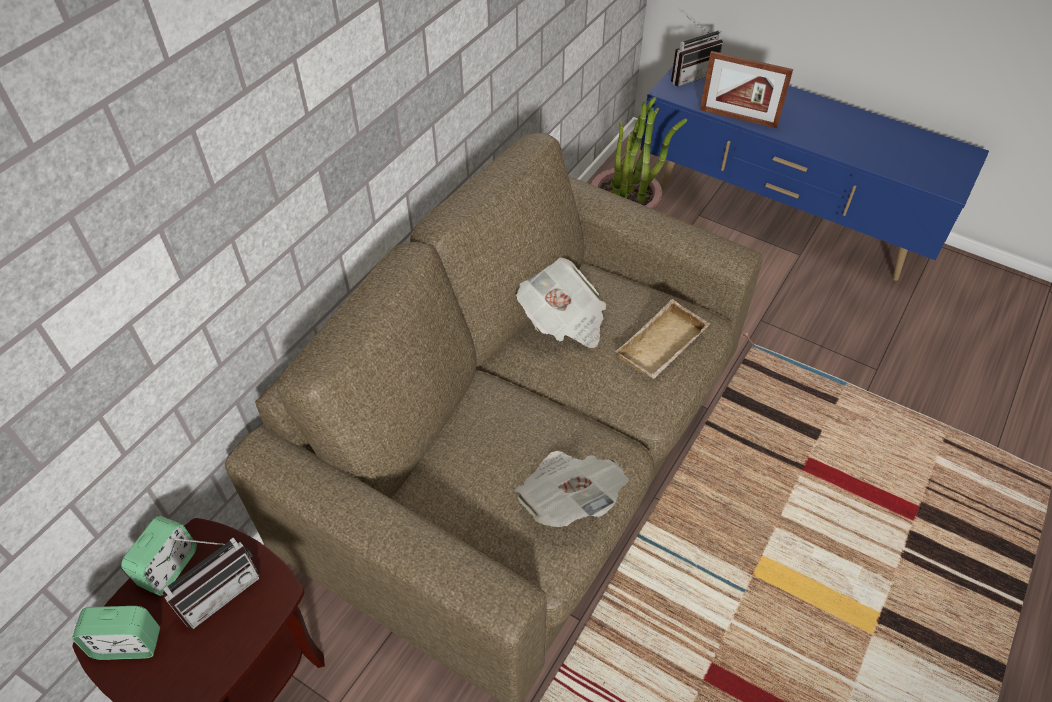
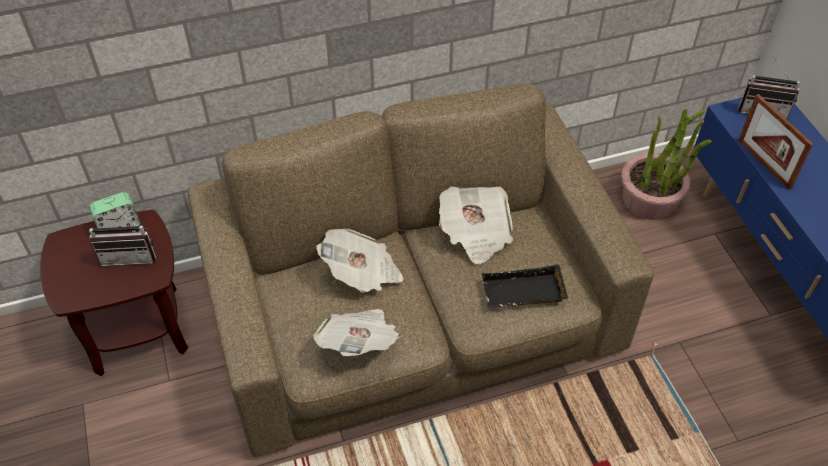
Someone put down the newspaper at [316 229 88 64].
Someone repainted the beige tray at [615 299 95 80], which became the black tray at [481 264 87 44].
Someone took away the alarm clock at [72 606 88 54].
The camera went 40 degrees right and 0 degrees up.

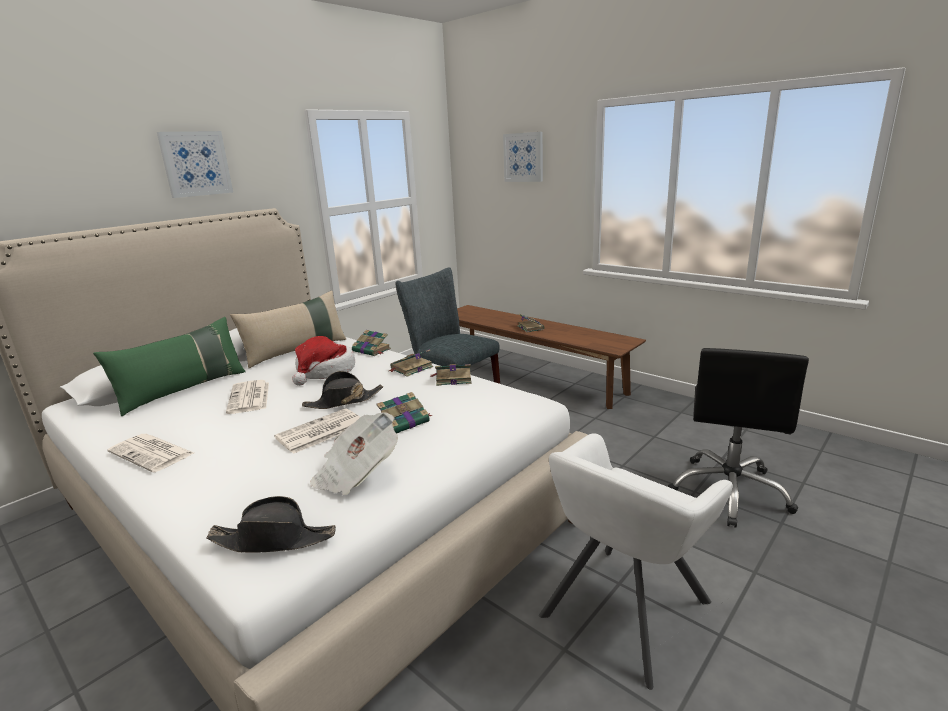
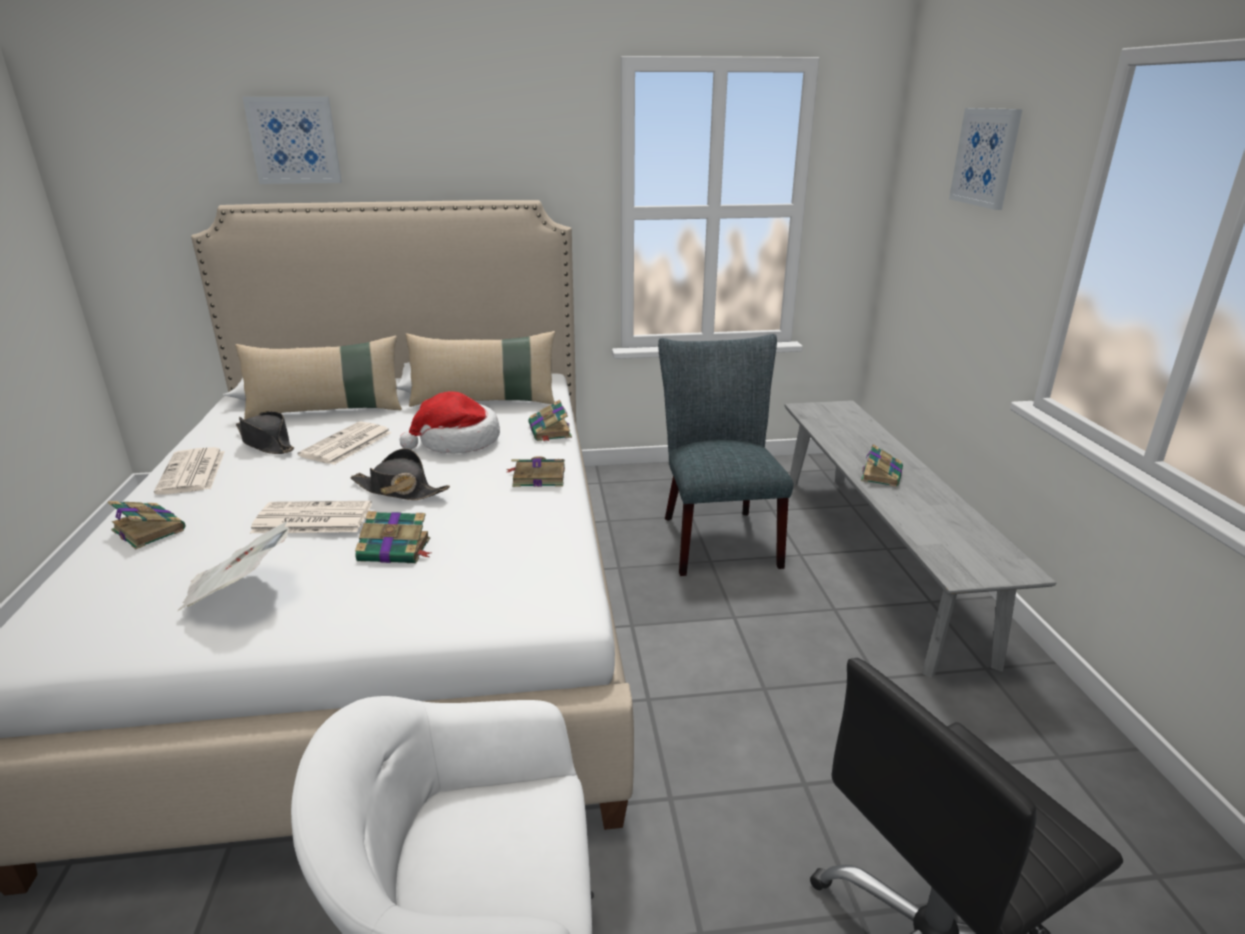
Someone carried the book from [430 364 42 22] to [108 501 77 48].
Someone repainted the green pillow at [93 317 153 99], which became the beige pillow at [235 335 167 85].
Someone carried the black hat from [207 496 129 57] to [236 411 58 43].
Someone carried the picture from [157 131 76 67] to [243 97 99 87].
Someone repainted the brown bench at [457 305 189 104], which became the grey bench at [784 400 273 278].
The camera went 40 degrees right and 5 degrees up.

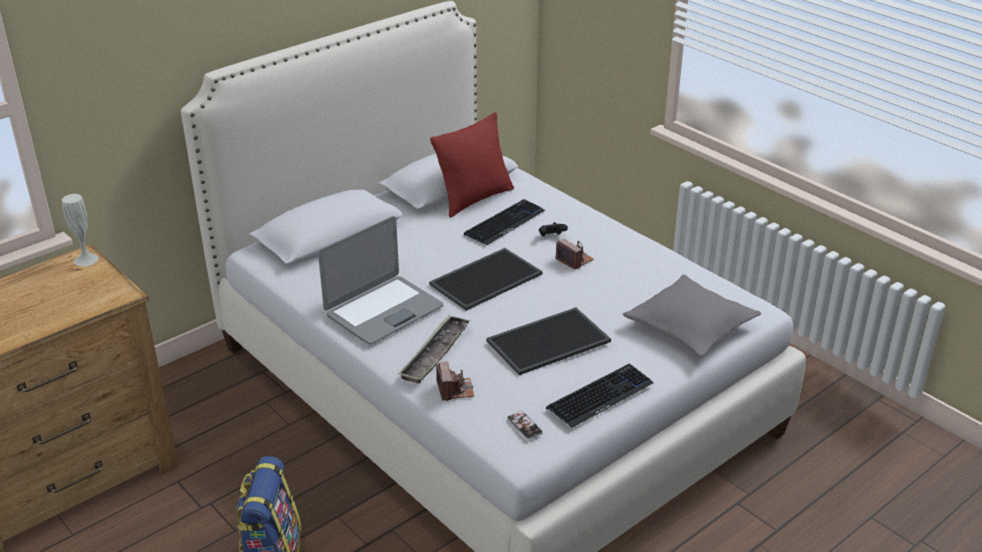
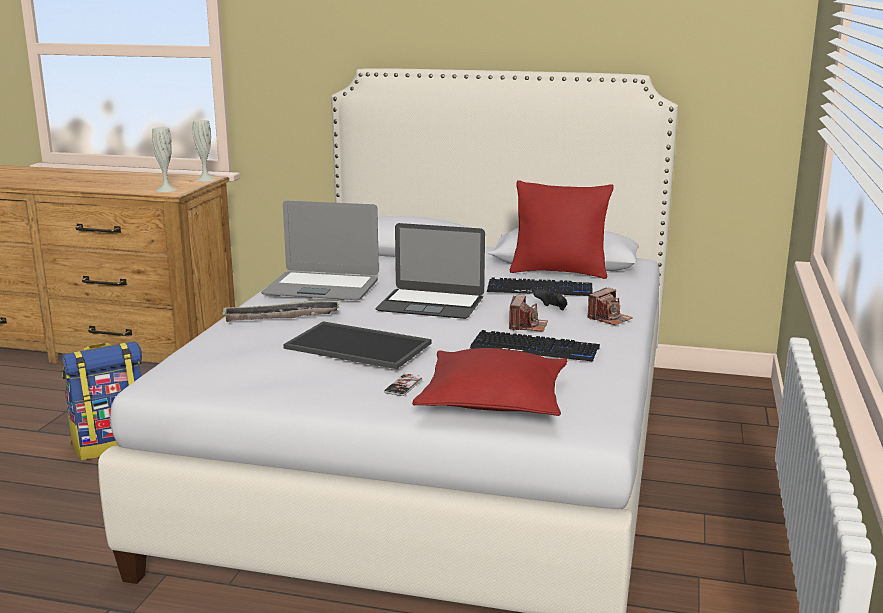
Someone put down the white vase at [152 127 25 65].
Someone swapped the tray at [429 248 114 63] for the laptop at [376 223 109 96].
Someone carried the phone from [507 410 36 29] to [384 373 38 23].
Someone repainted the grey pillow at [623 274 138 84], which became the red pillow at [412 348 155 68].
Someone carried the keyboard from [546 364 107 64] to [470 330 130 31].
Someone carried the photo camera from [436 362 38 39] to [588 287 45 38].
The camera went 55 degrees right and 15 degrees down.

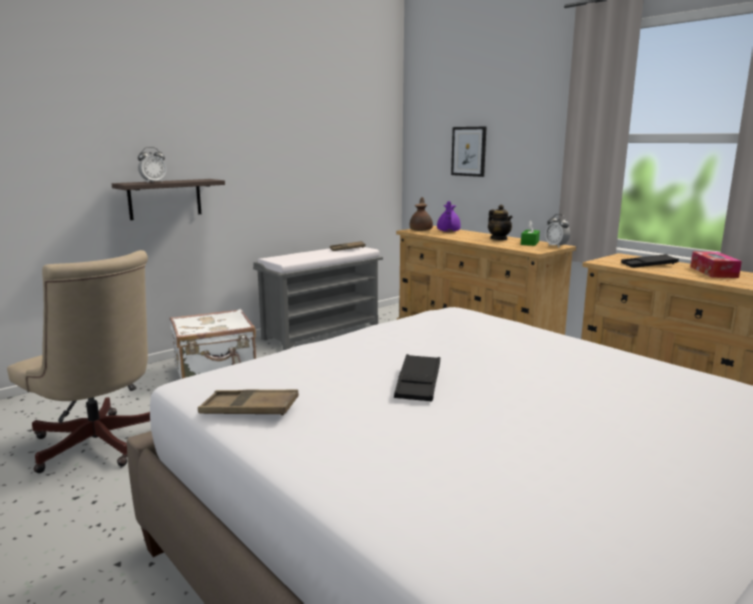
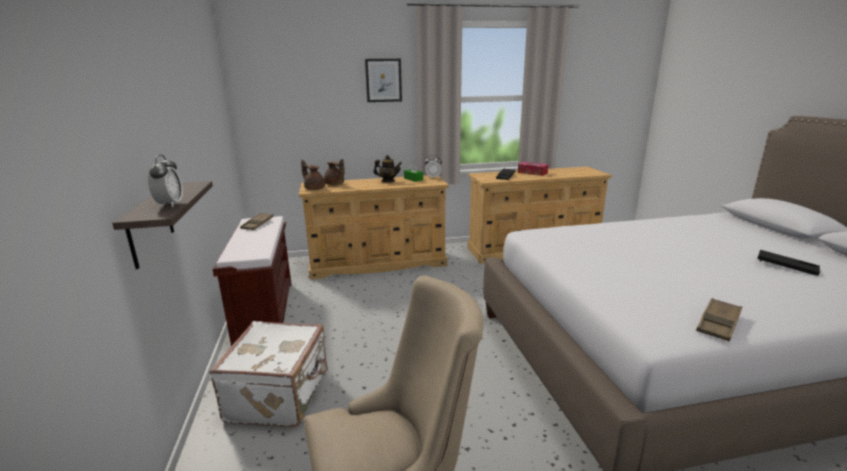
Someone repainted the grey bench at [253 247 130 103], which became the brown bench at [213 216 79 130].
Someone repainted the purple teapot at [437 201 24 31], which became the brown teapot at [324 159 20 26].
Someone carried the picture from [451 127 36 50] to [365 59 37 43].
Someone carried the black tray from [394 354 46 48] to [757 250 63 26].
The camera went 60 degrees left and 5 degrees up.

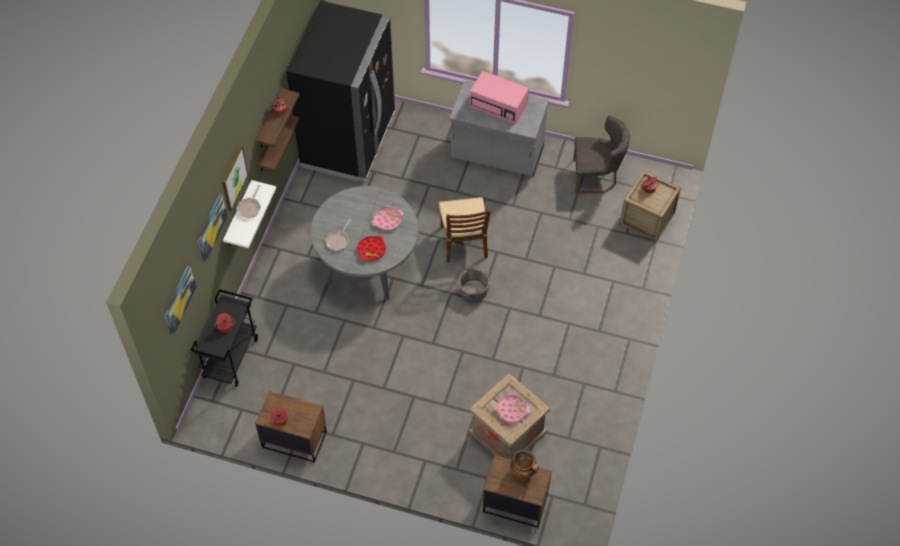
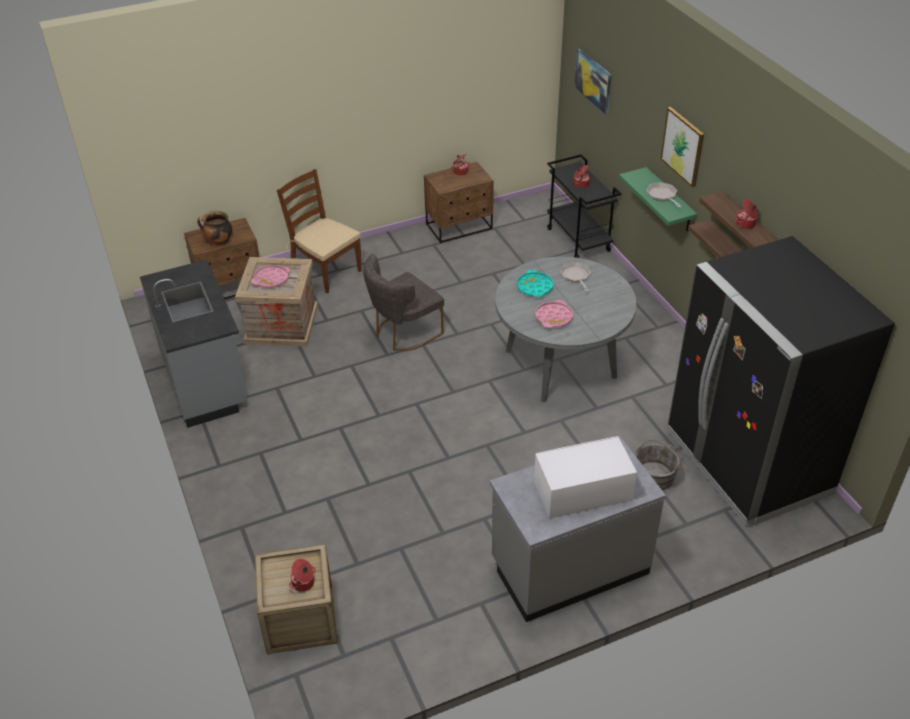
Someone put down the grey counter at [140 260 108 168].
Someone carried the brown chair from [439 197 53 66] to [277 169 85 124].
Someone carried the grey chair from [573 116 57 77] to [363 254 81 97].
Someone repainted the red tray at [357 235 29 26], which became the turquoise tray at [517 270 37 27].
Someone repainted the pink microwave at [470 71 59 53], which became the white microwave at [534 436 103 82].
Someone repainted the white shelf at [223 180 53 68], which became the green shelf at [619 167 78 64].
Someone carried the grey bucket from [455 267 35 35] to [635 440 49 50].
Someone took away the picture at [197 194 31 68].
The camera went 140 degrees right and 15 degrees down.

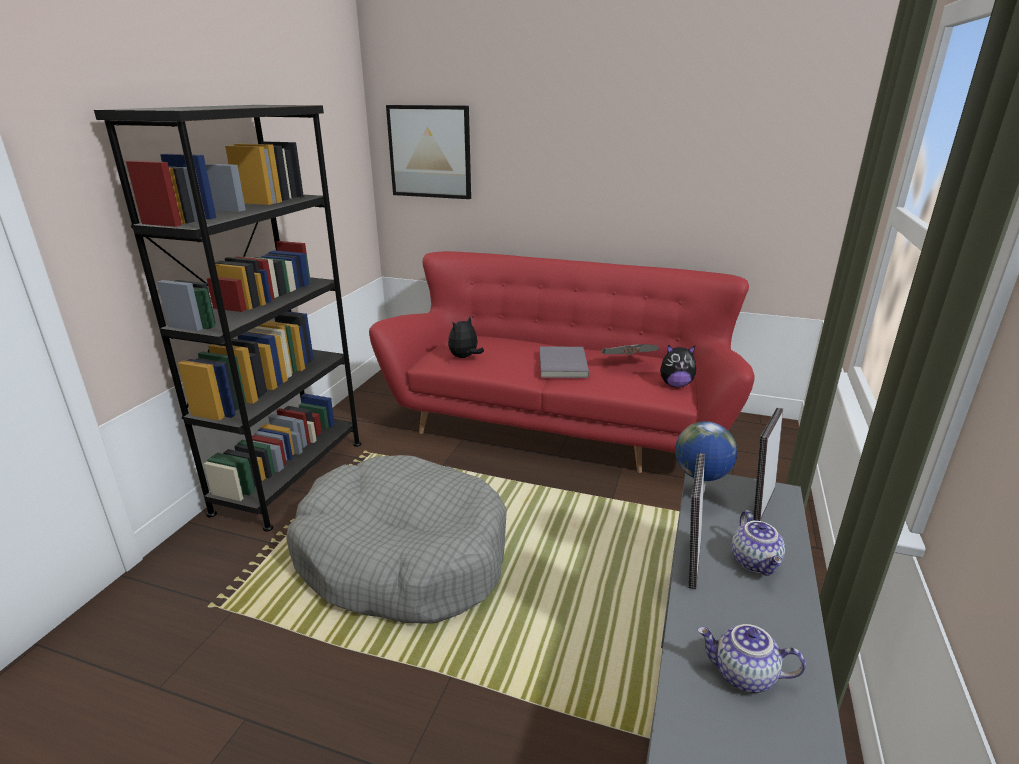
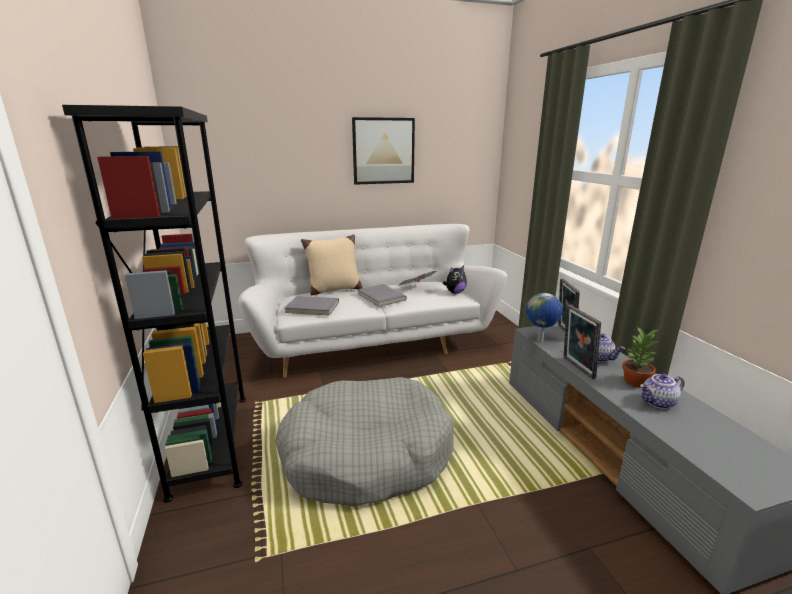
Someone repainted the red sofa at [369 251 386 222], which became the white sofa at [238 224 269 153].
Someone swapped the plush toy at [448 317 36 41] for the grey book at [285 296 54 20].
Someone put down the beige pillow at [301 234 61 61].
Someone carried the picture from [386 105 85 94] to [352 117 63 68].
Someone put down the potted plant at [622 328 36 59].
The camera went 35 degrees left and 5 degrees down.

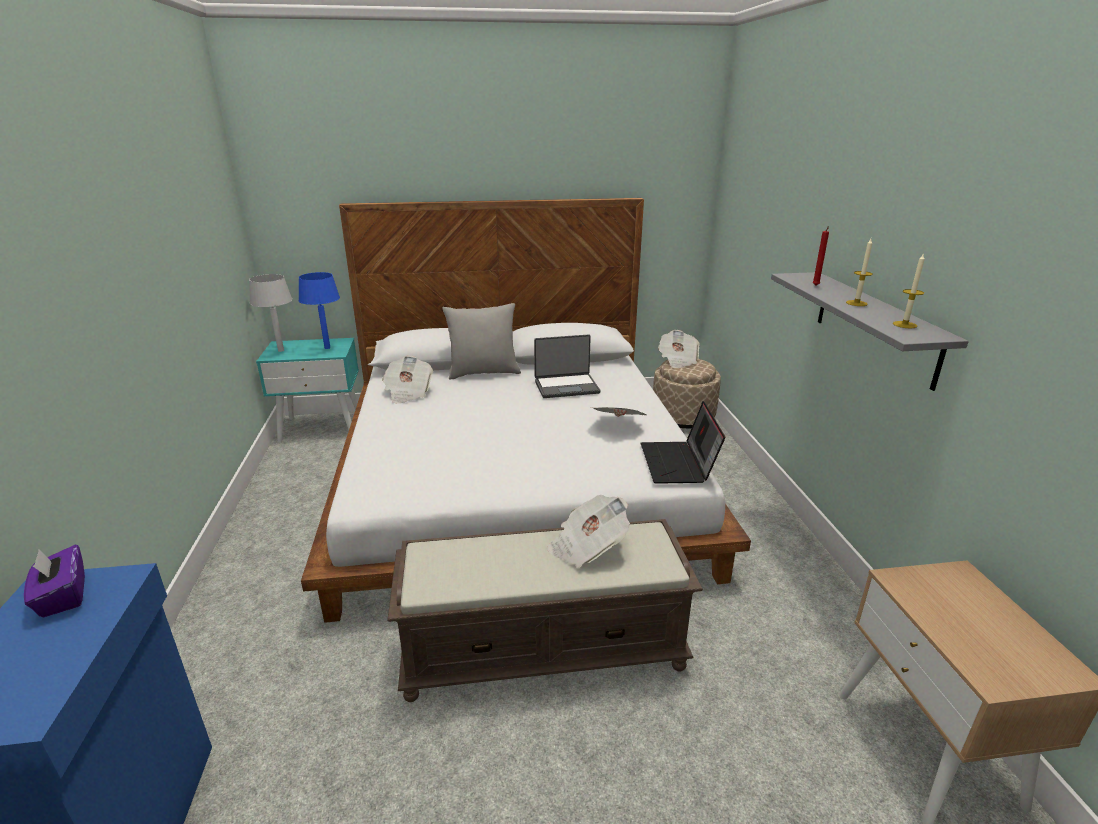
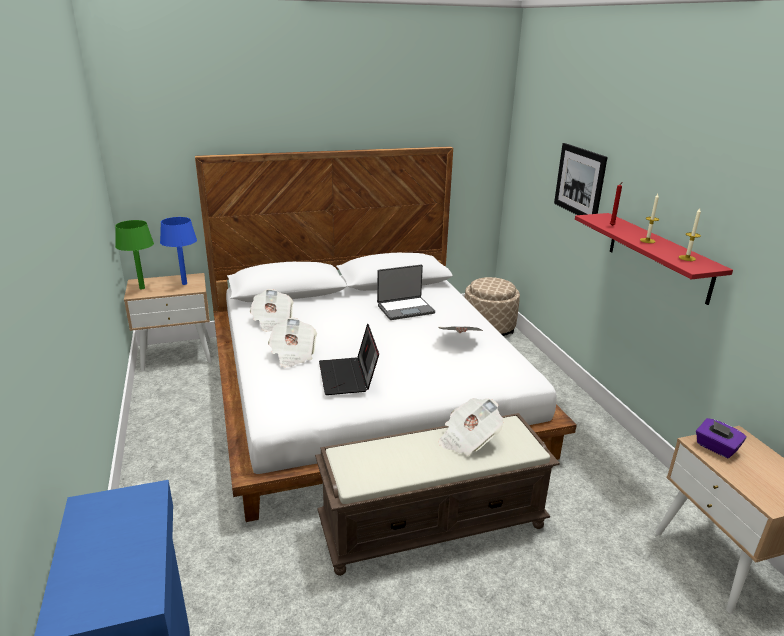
Someone repainted the grey table lamp at [249 274 44 78], which became the green table lamp at [115 220 39 69].
Someone repainted the turquoise nightstand at [256 338 103 105], which became the beige nightstand at [124 273 88 99].
Someone carried the newspaper from [658 330 42 38] to [268 318 49 50].
Someone carried the laptop from [640 401 85 83] to [319 324 60 71].
Someone put up the picture at [554 143 54 72].
Someone repainted the grey shelf at [771 272 198 119], which became the red shelf at [575 213 158 92].
Someone carried the purple tissue box from [24 545 61 72] to [696 418 51 40].
Someone took away the grey pillow at [443 303 78 77].
The camera went 10 degrees left and 0 degrees up.

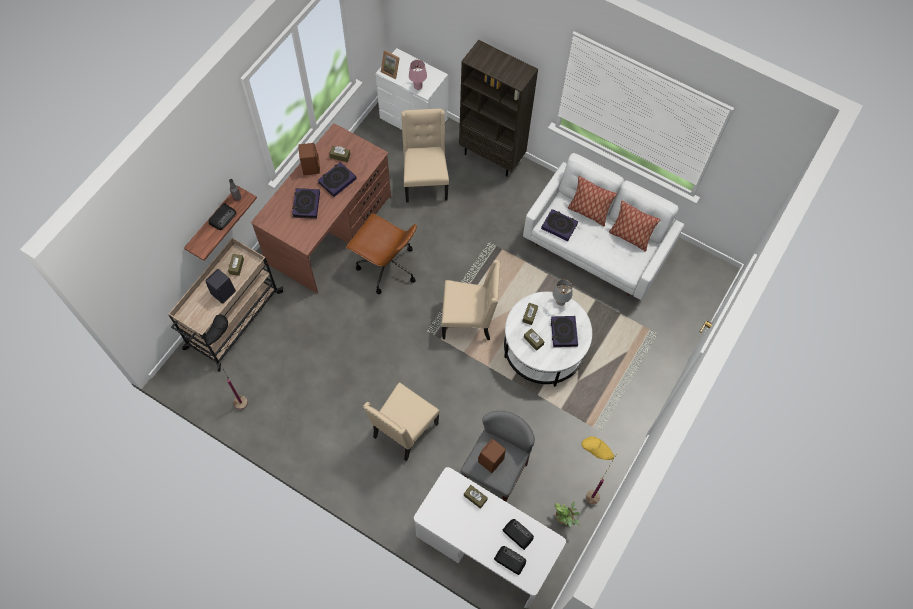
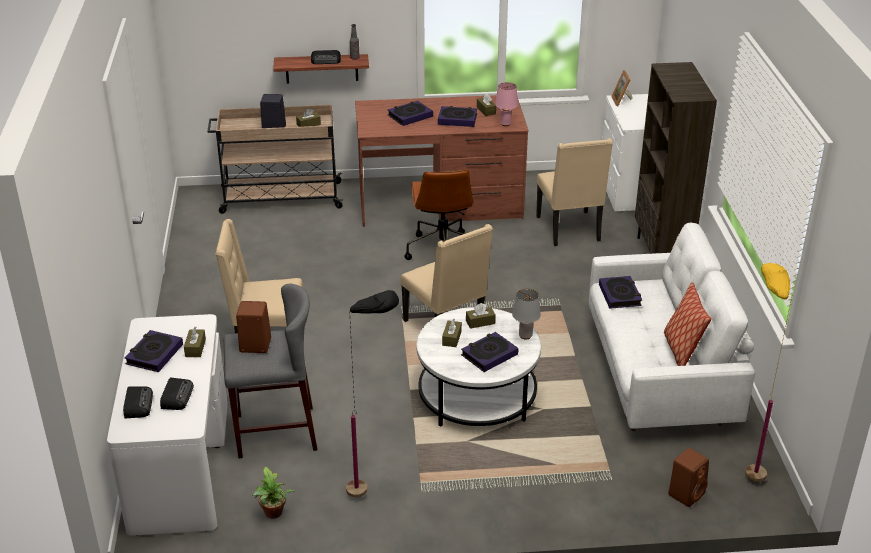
Someone put down the book at [124 330 59 42].
Someone carried the black floor lamp from [205 314 43 96] to [346 290 53 208].
Someone carried the pink table lamp from [409 60 18 30] to [495 82 23 44].
Someone rotated the beige chair at [401 109 48 94] by 120 degrees clockwise.
Someone carried the brown speaker from [298 143 22 32] to [668 448 41 59].
Someone carried the yellow floor lamp from [581 436 34 69] to [745 263 48 219].
Someone took away the pillow at [568 176 49 50].
The camera went 55 degrees right and 30 degrees down.

